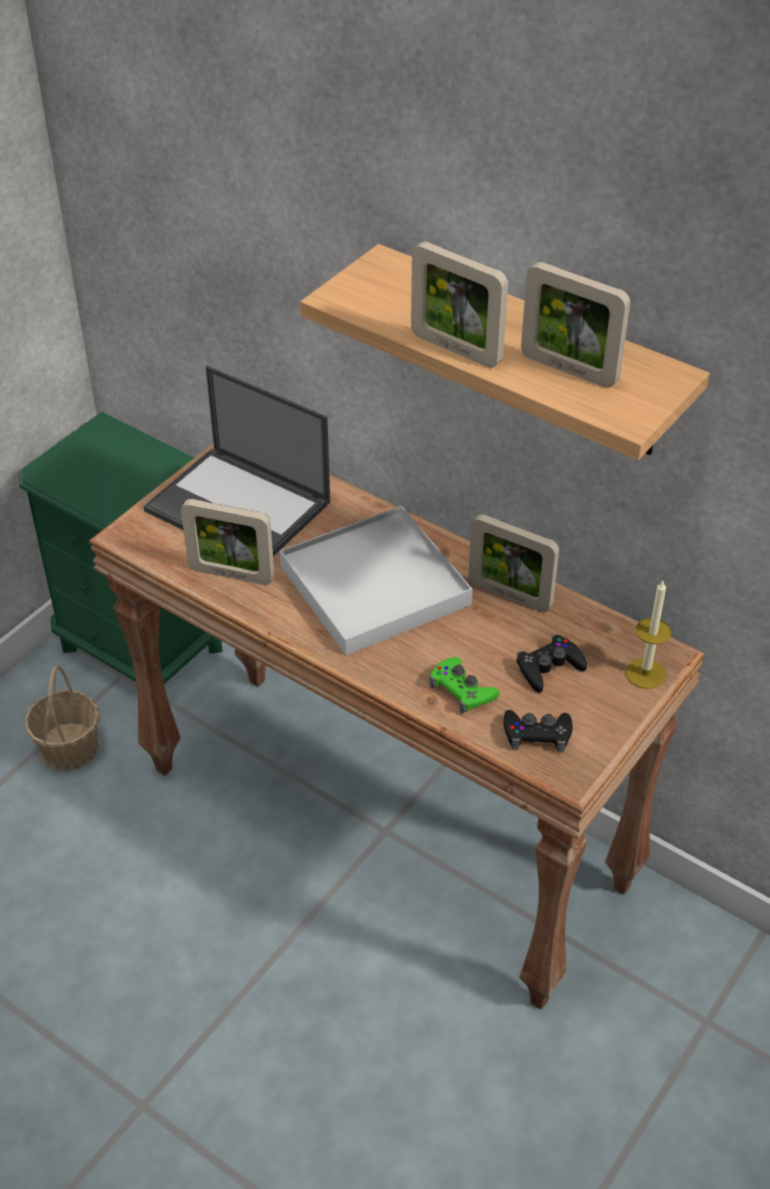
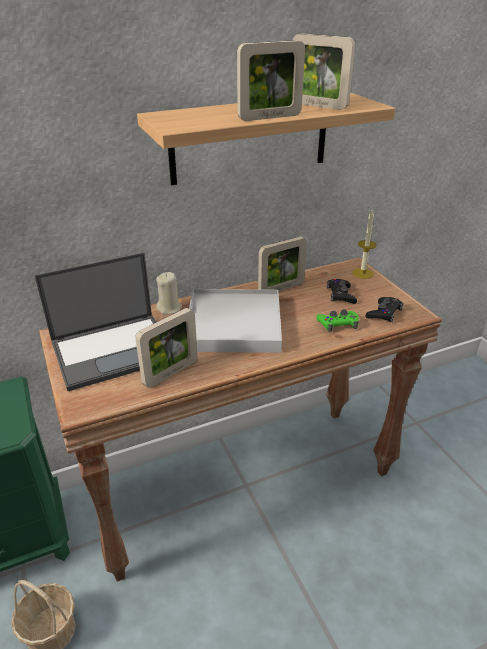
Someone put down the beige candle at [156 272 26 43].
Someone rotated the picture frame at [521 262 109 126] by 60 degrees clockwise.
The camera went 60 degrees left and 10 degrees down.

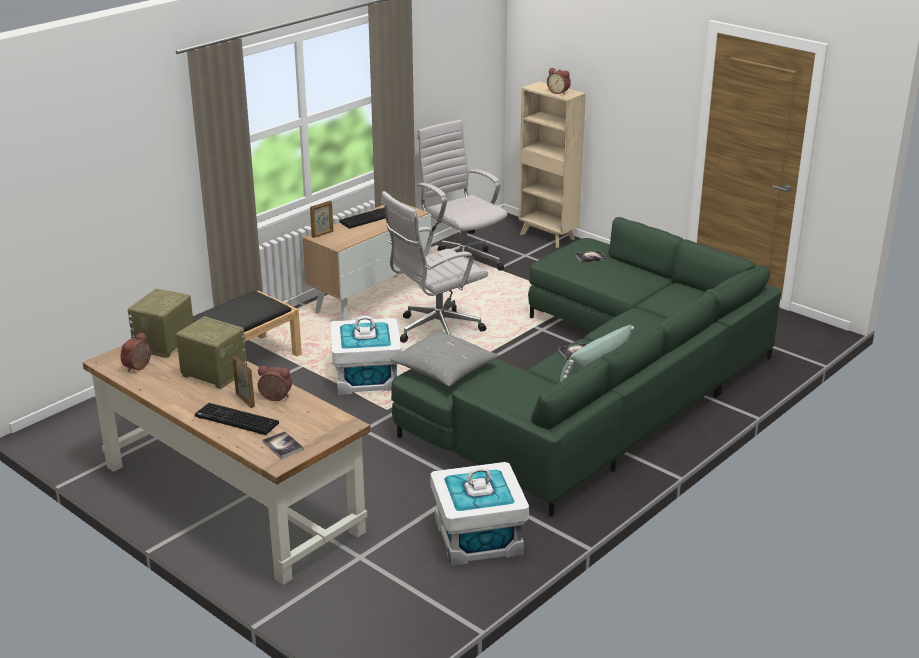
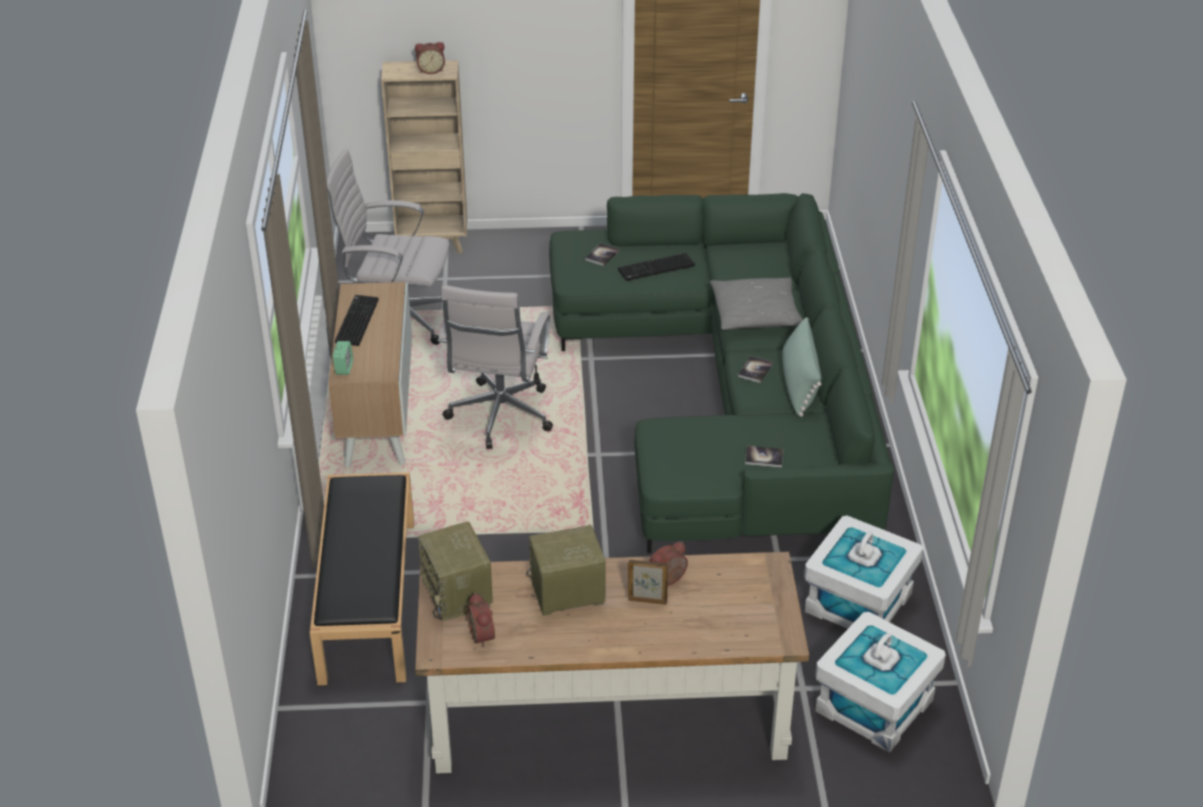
Someone swapped the picture frame at [310 201 23 37] for the alarm clock at [333 341 20 34].
Someone carried the keyboard from [195 403 84 32] to [618 253 77 28].
Someone carried the grey pillow from [389 330 110 56] to [710 278 93 52].
Someone carried the book from [263 431 41 28] to [745 446 39 21].
Someone carried the white storage box from [330 316 72 79] to [815 612 131 141].
The camera went 45 degrees left and 10 degrees up.

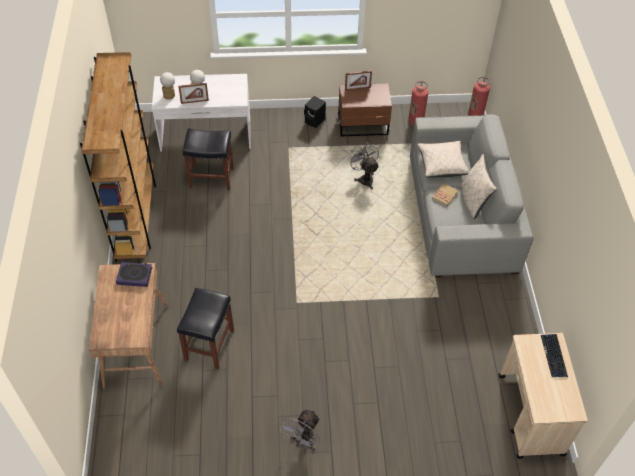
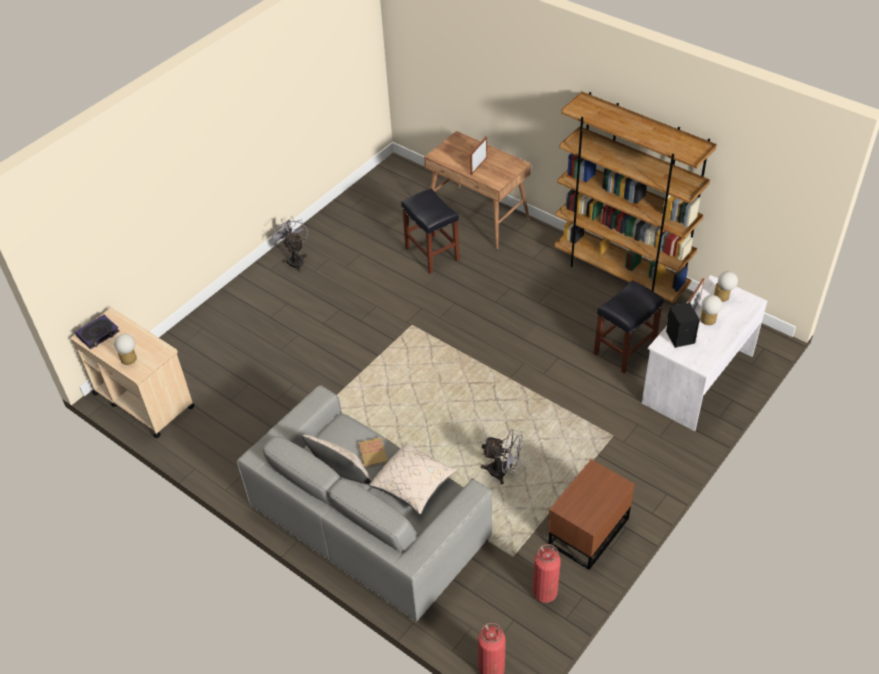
Someone carried the book from [116 262 36 25] to [75 315 45 34].
Someone swapped the keyboard at [541 334 27 43] for the table lamp at [114 334 23 31].
Someone carried the picture frame from [345 71 27 20] to [470 136 17 39].
Someone carried the black speaker from [304 96 22 32] to [666 303 34 45].
The camera went 135 degrees right and 5 degrees down.

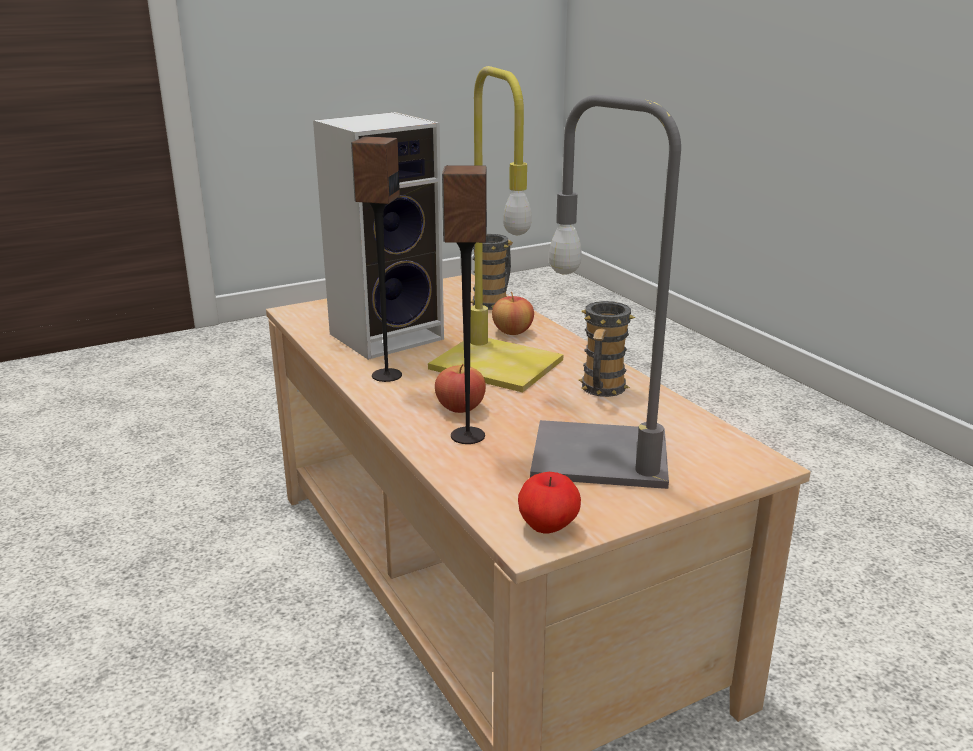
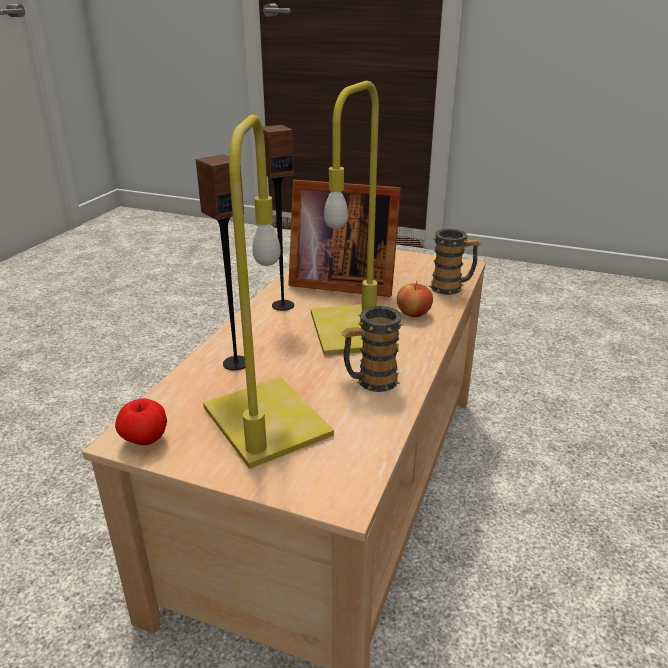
Someone repainted the grey table lamp at [530 95 151 394], which became the yellow table lamp at [203 115 131 354].
Someone swapped the speaker at [313 112 131 248] for the picture frame at [288 180 113 117].
Someone took away the apple at [435 364 51 49].
The camera went 50 degrees right and 5 degrees up.

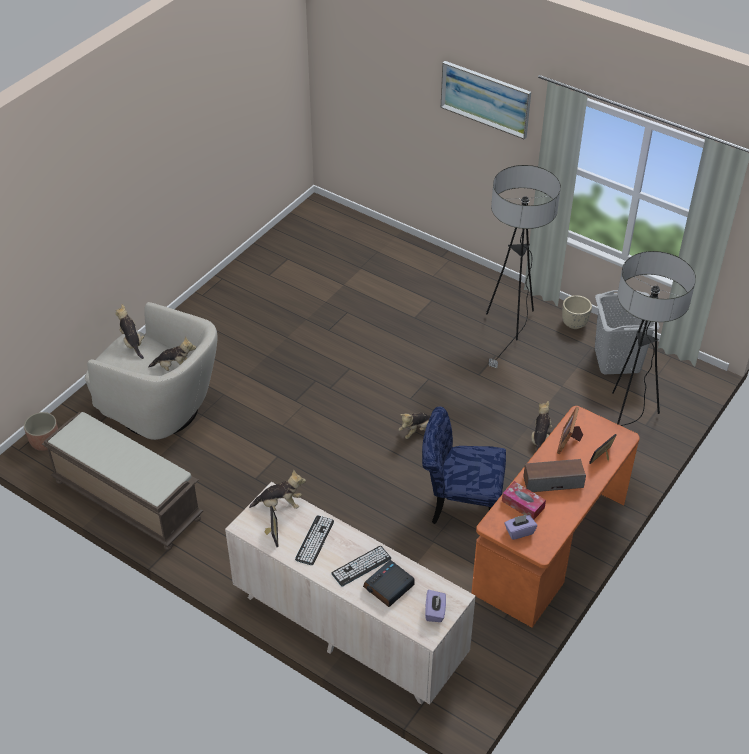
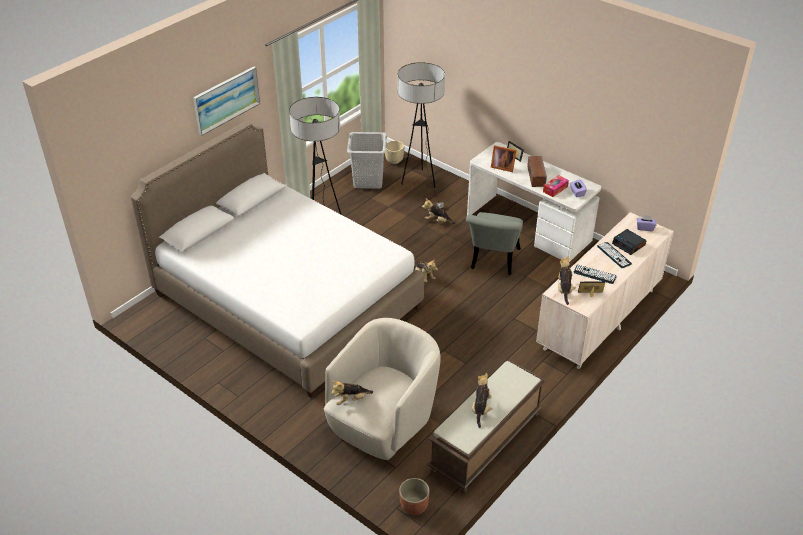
Someone put down the white bed at [131 121 293 277].
Someone carried the beige planter from [562 295 30 34] to [385 141 19 23].
Someone repainted the blue chair at [422 406 84 118], which became the grey chair at [466 212 57 63].
Someone repainted the orange desk at [471 406 169 221], which became the white desk at [467 142 134 120].
Someone carried the plush toy from [148 336 48 35] to [472 373 21 55].
The camera went 85 degrees left and 5 degrees down.

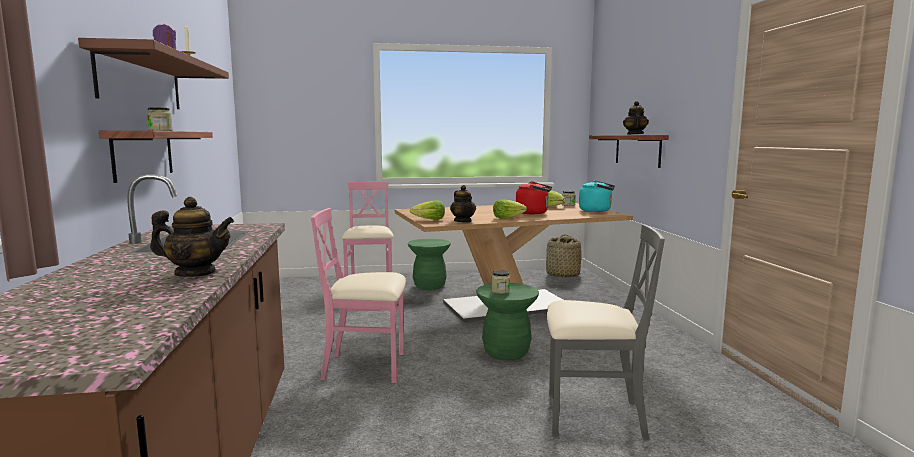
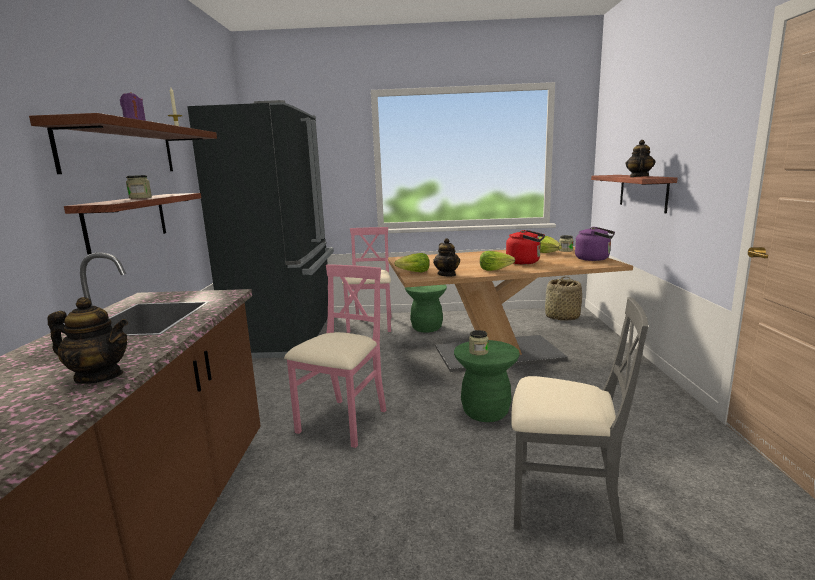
Someone put down the black fridge at [187 100 147 258].
Someone rotated the pink chair at [311 208 95 175] by 105 degrees clockwise.
Someone repainted the turquoise kettle at [579 180 36 32], which became the purple kettle at [575 227 40 34].
The camera went 10 degrees right and 5 degrees up.

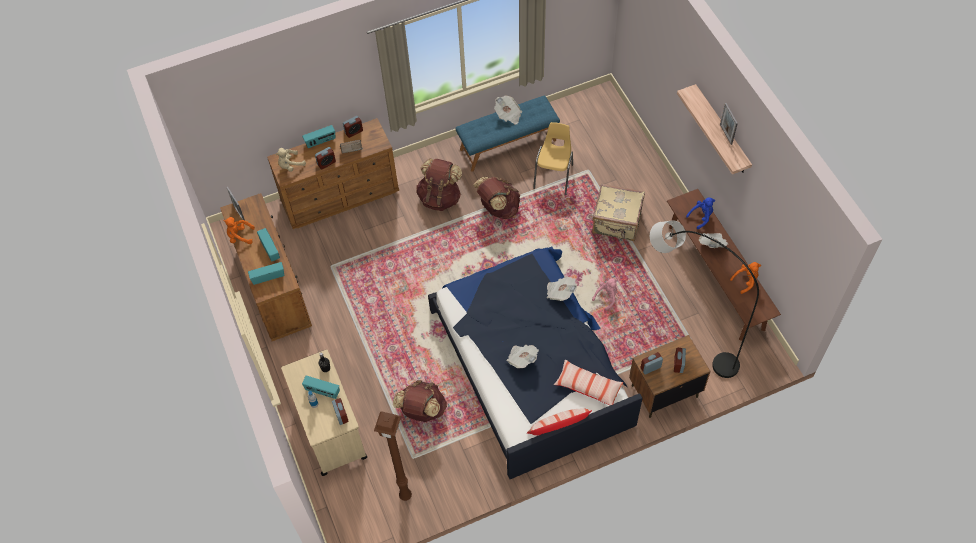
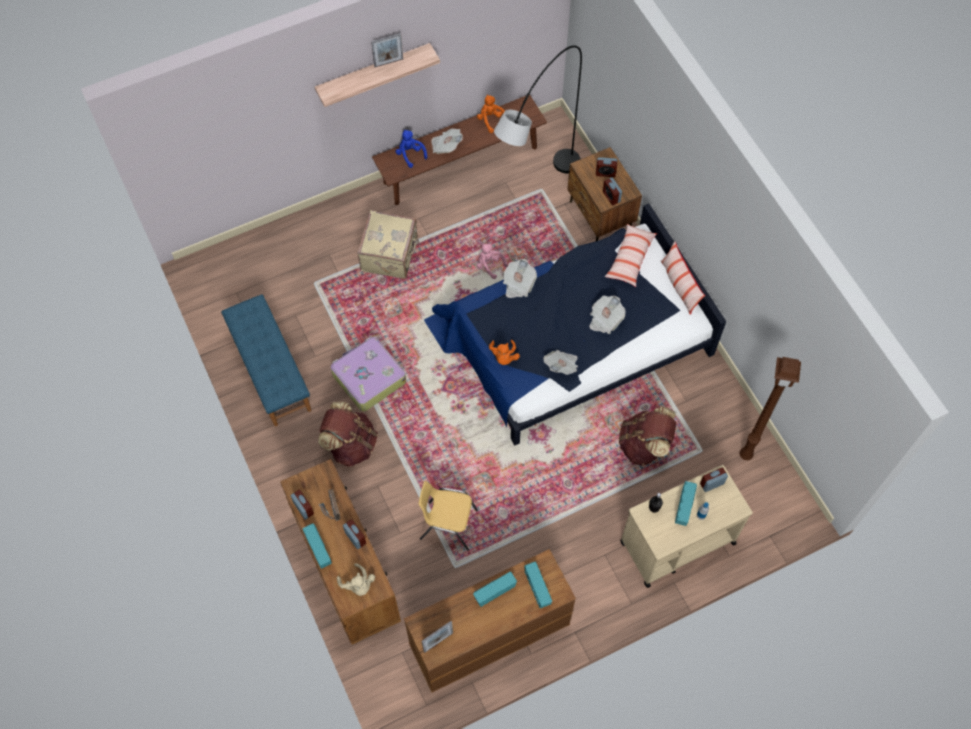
Someone swapped the brown backpack at [473 177 48 42] for the suitcase at [331 337 75 74].
Someone carried the yellow chair from [533 122 40 73] to [419 481 59 70].
Someone carried the orange plush toy from [224 217 31 27] to [489 340 31 25].
Someone carried the newspaper from [494 96 28 29] to [544 350 34 25].
The camera went 95 degrees left and 5 degrees up.

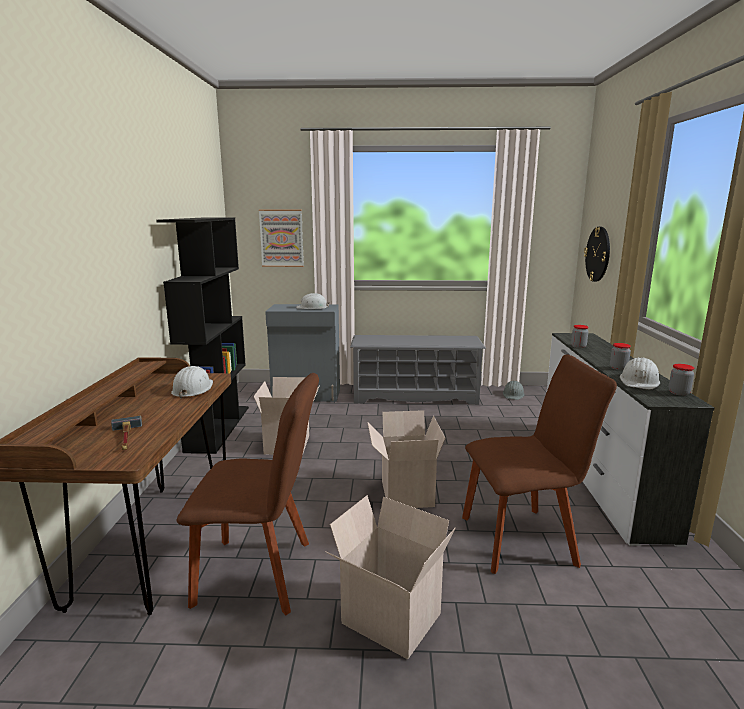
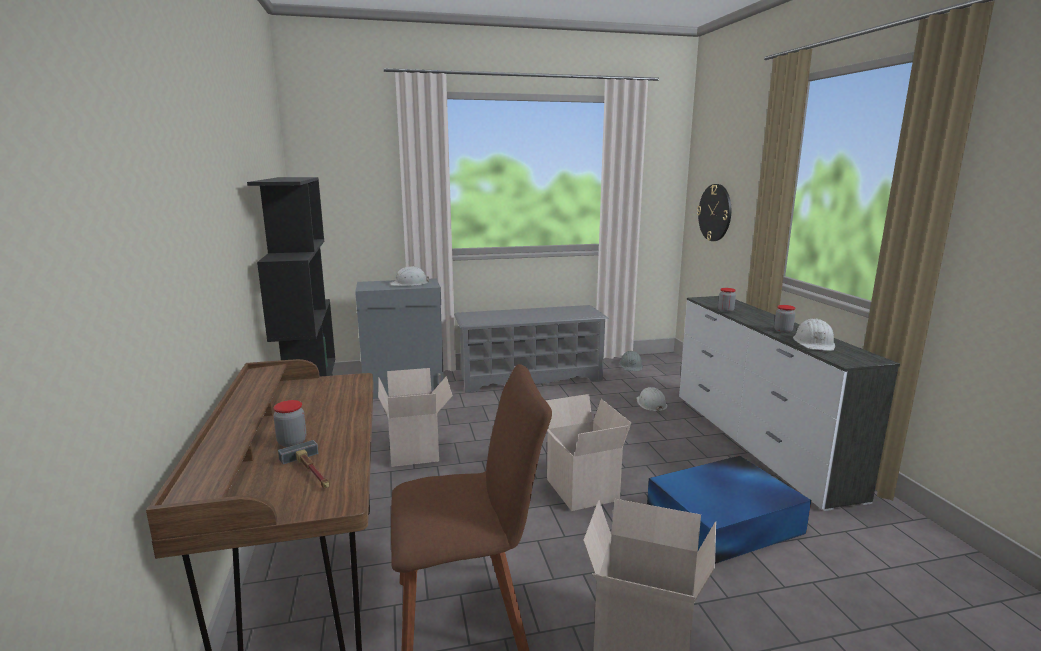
Someone carried the jar from [669 364 25 32] to [273 400 33 47].
Someone carried the white hard hat from [171 366 42 33] to [637 387 30 25].
Someone swapped the brown chair at [462 354 155 220] for the blue storage box at [647 456 164 108].
Someone took away the picture at [259 210 45 57].
The camera went 15 degrees left and 0 degrees up.

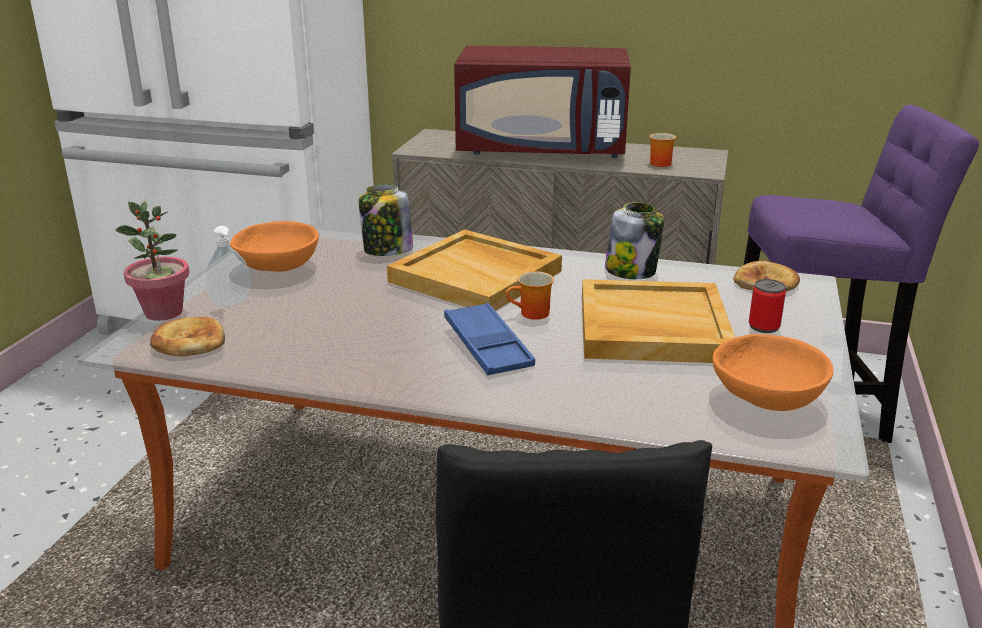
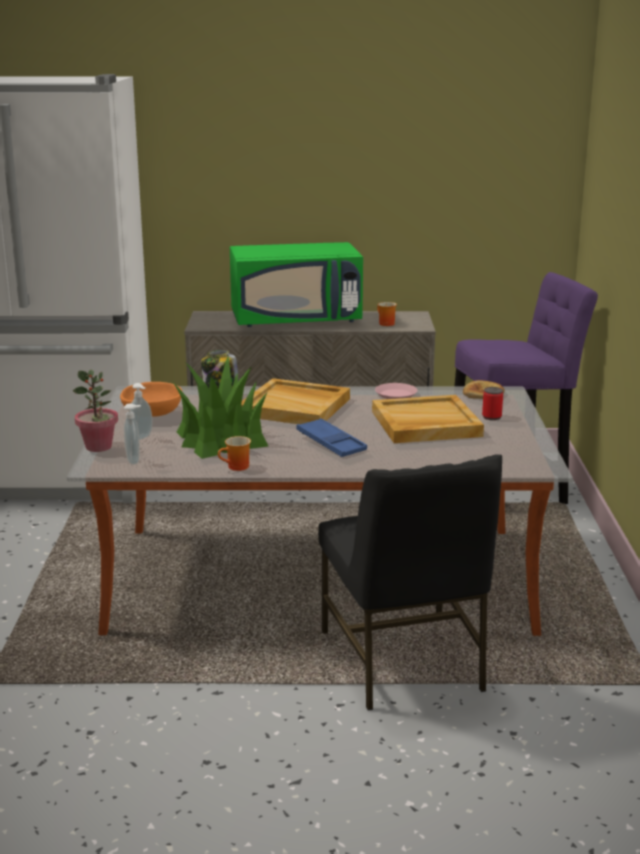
Someone swapped the bread at [150 317 75 39] for the soap dispenser at [124 403 17 62].
Someone put down the potted plant at [174 355 94 104].
Someone carried the mug from [506 271 48 49] to [218 436 33 35].
Someone repainted the red microwave at [454 46 177 112], which became the green microwave at [230 242 133 85].
Someone swapped the jar at [605 202 59 77] for the pink plate at [375 383 43 16].
Someone took away the orange bowl at [713 334 121 77].
The camera went 15 degrees left and 5 degrees down.

